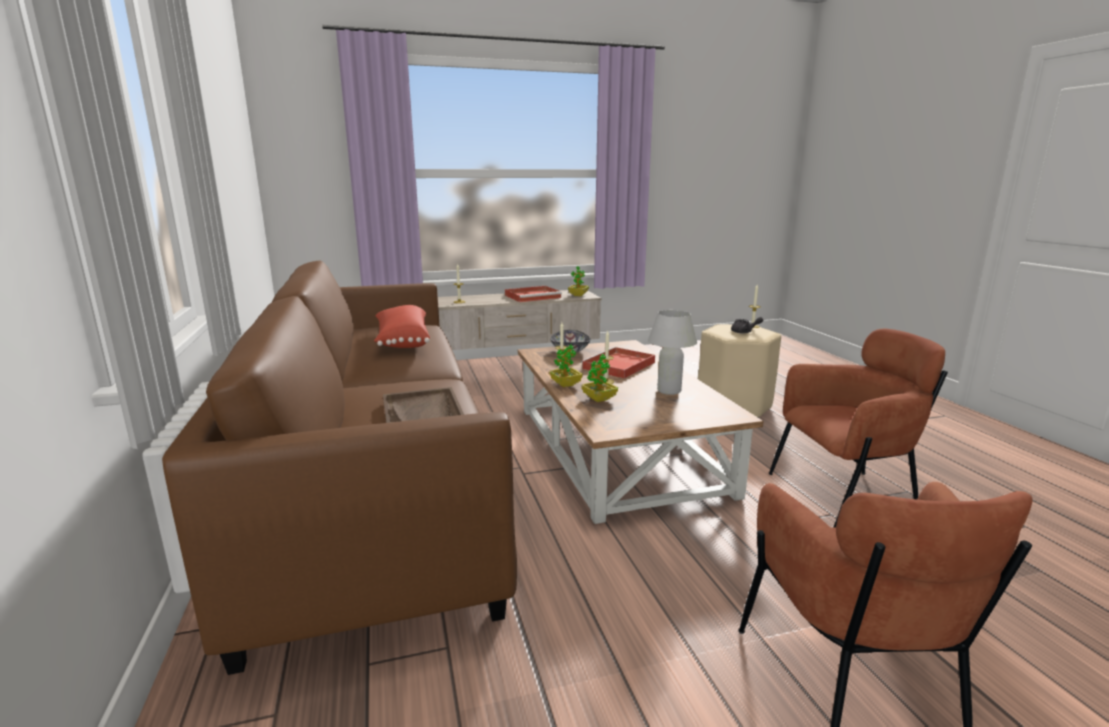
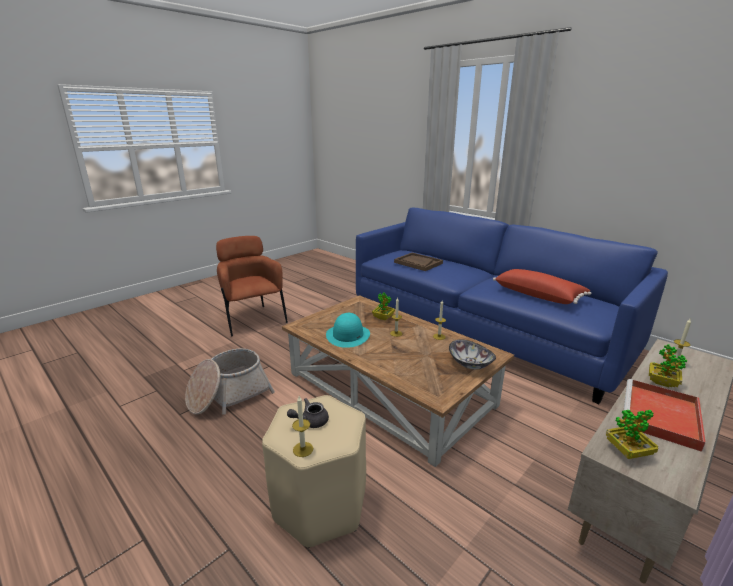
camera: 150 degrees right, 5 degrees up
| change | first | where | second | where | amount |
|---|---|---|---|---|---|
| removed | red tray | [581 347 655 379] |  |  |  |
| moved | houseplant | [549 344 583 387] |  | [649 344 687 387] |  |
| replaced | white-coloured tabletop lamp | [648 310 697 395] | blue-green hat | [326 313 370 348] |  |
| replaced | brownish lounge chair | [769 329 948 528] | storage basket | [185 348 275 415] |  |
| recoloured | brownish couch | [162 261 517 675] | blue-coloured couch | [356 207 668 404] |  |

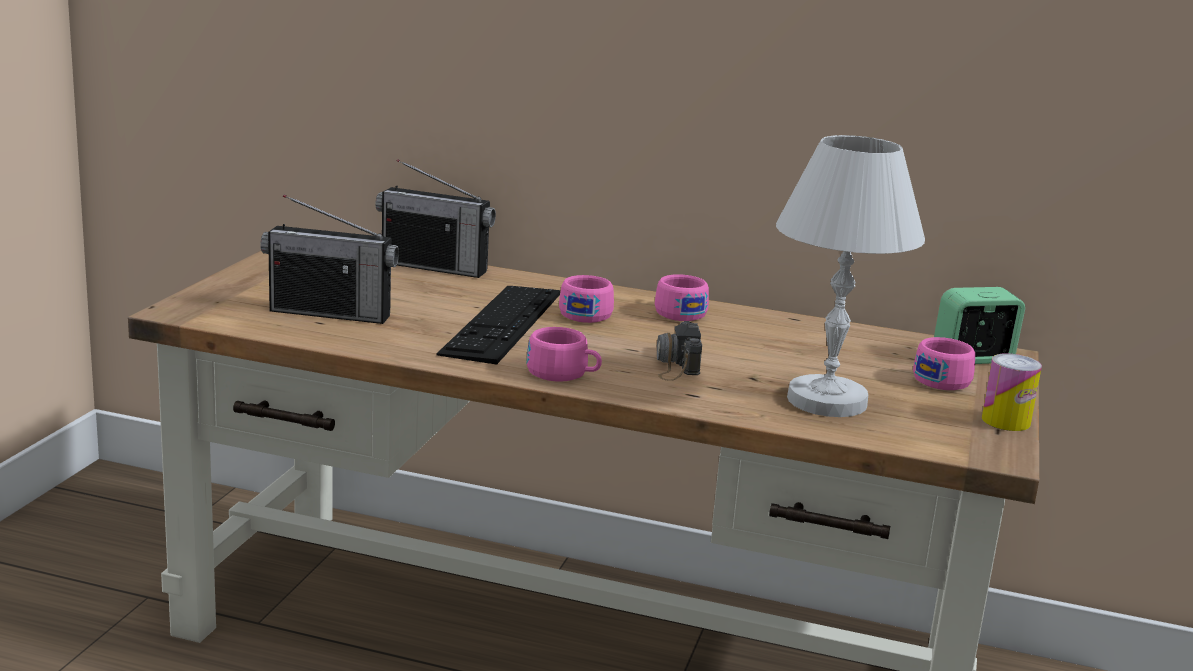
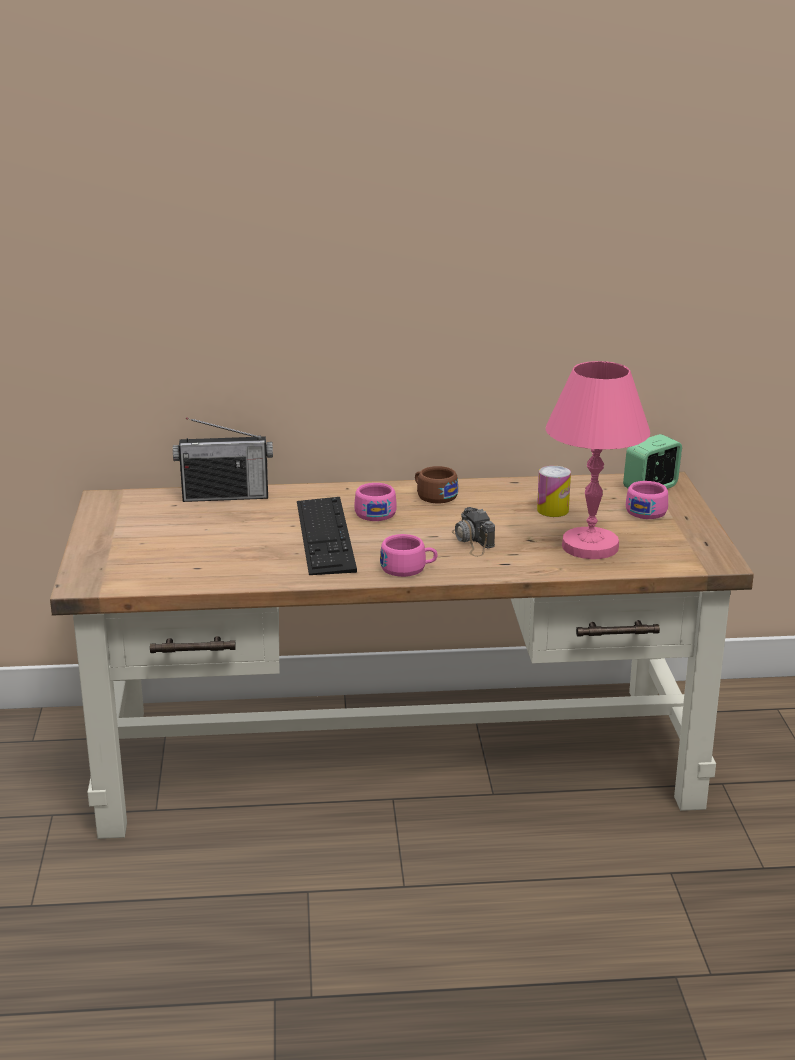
camera: 20 degrees left, 5 degrees up
| change | first | where | second | where | amount |
|---|---|---|---|---|---|
| removed | radio set | [260 195 399 324] |  |  |  |
| moved | sealed can | [982 353 1042 431] |  | [537 466 571 517] |  |
| recoloured | pinkish cup | [655 274 709 321] | brownish cup | [415 466 458 504] |  |
| recoloured | white-coloured tabletop lamp | [776 135 925 417] | pinkish tabletop lamp | [545 361 650 559] |  |

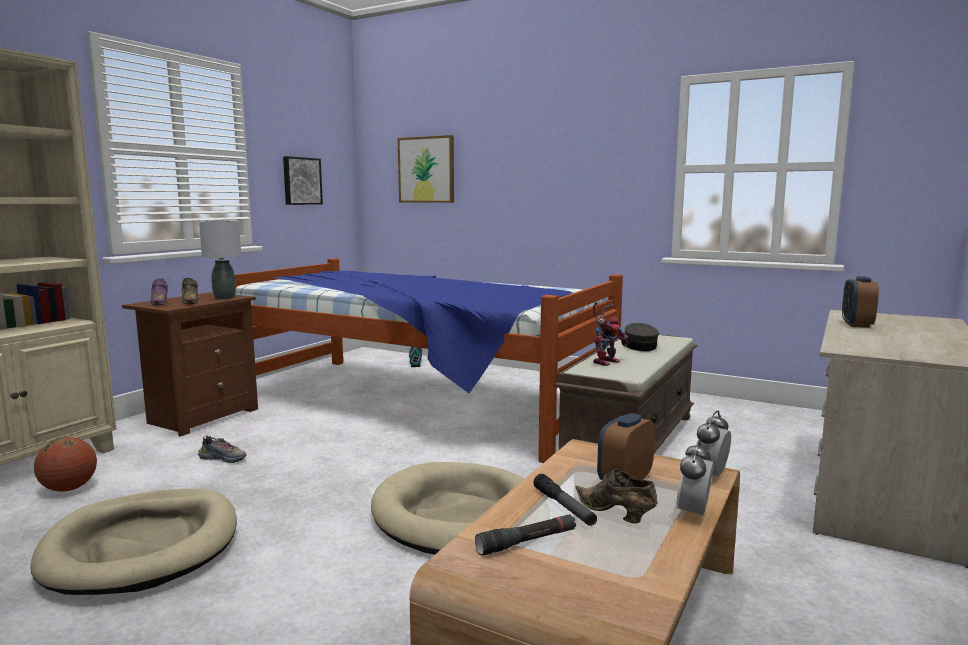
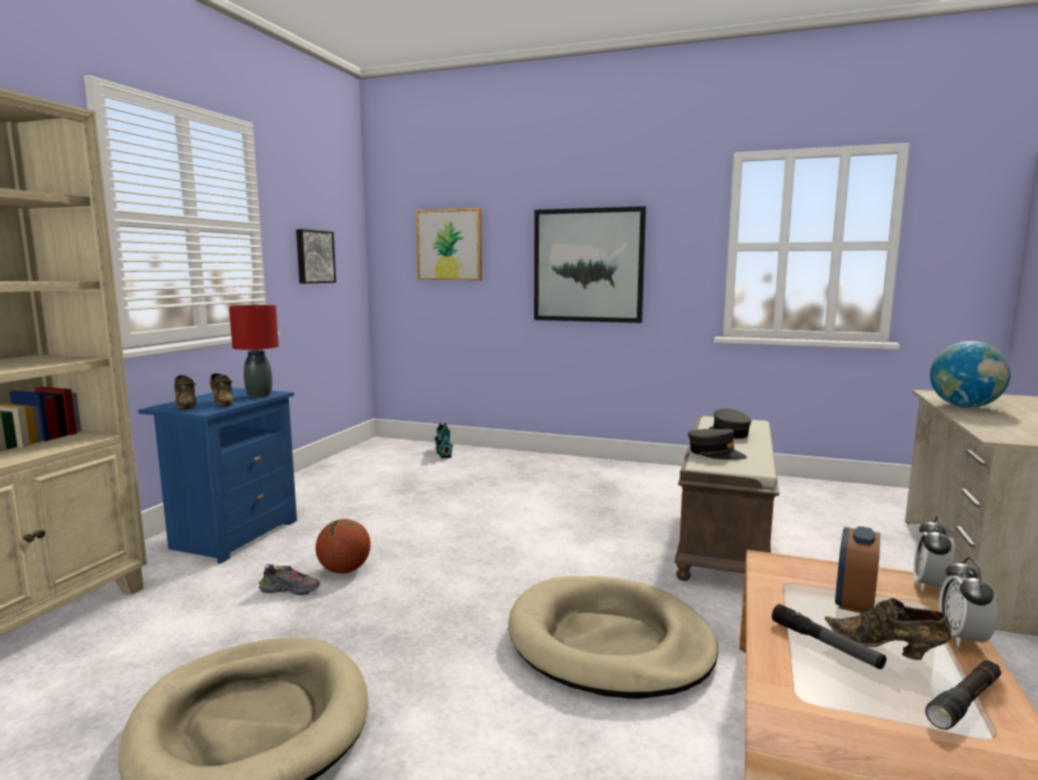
camera: 10 degrees left, 0 degrees up
| change | first | where | second | where | amount |
|---|---|---|---|---|---|
| removed | bed | [235 258 623 463] |  |  |  |
| added |  |  | wall picture | [534 206 646 323] |  |
| moved | basketball ball | [34 437 97 492] |  | [316 519 371 574] |  |
| moved | blackish hand torch | [475 514 576 555] |  | [925 660 1001 730] |  |
| replaced | model robot | [593 302 628 366] | greyish peaked cap | [688 429 747 460] |  |
| replaced | alarm clock | [842 276 879 328] | globe | [930 341 1011 408] |  |
| recoloured | brownish bedside table | [122 292 258 437] | blue-coloured bedside table | [138 388 297 564] |  |
| recoloured | purplish shoe | [150 278 168 306] | brownish shoe | [174 375 197 409] |  |
| recoloured | greyish tabletop lamp | [199 221 241 299] | red tabletop lamp | [229 305 279 397] |  |

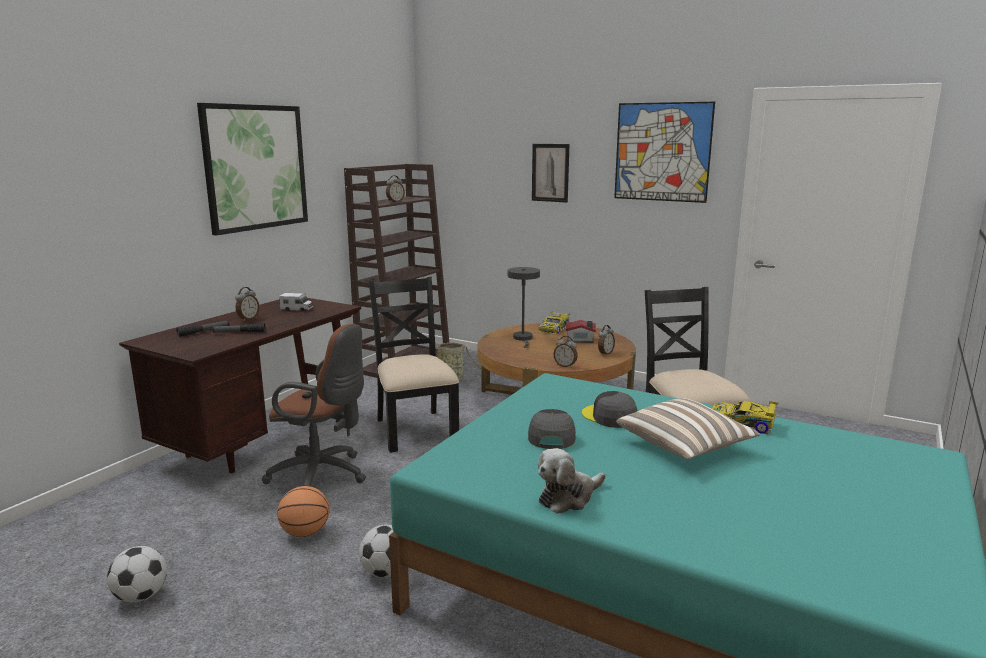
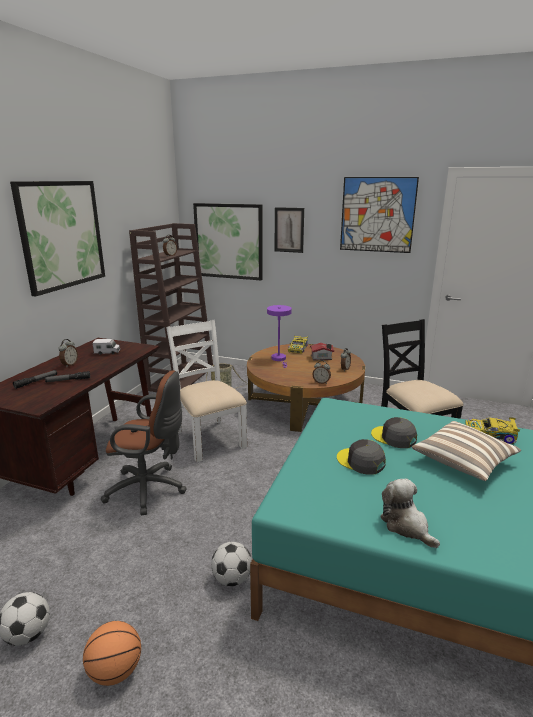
camera: 10 degrees left, 5 degrees up
| change | first | where | second | where | amount |
|---|---|---|---|---|---|
| added |  |  | wall picture | [193 203 263 280] |  |
| moved | basketball ball | [277 486 330 537] |  | [83 621 141 686] |  |
| recoloured | blackish plain chair | [369 277 459 453] | white-coloured plain chair | [166 319 247 462] |  |
| recoloured | greyish tabletop lamp | [508 267 540 348] | purplish tabletop lamp | [267 305 292 368] |  |
| turned | greyish peaked cap | [528 409 576 449] |  | [337 439 386 475] | 45 degrees counterclockwise |
| turned | cuddly toy | [538 448 605 514] |  | [380 479 440 548] | 105 degrees clockwise |

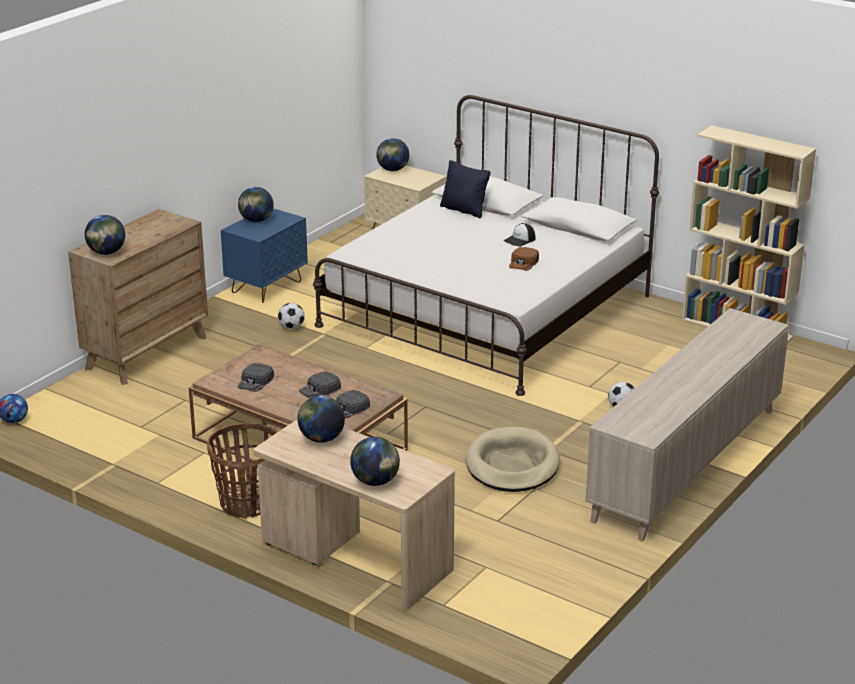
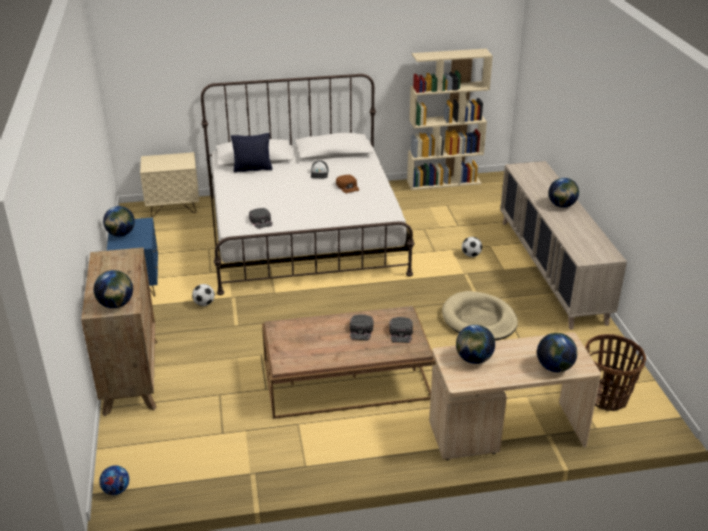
camera: 45 degrees left, 5 degrees up
| change | first | where | second | where | amount |
|---|---|---|---|---|---|
| moved | storage basket | [207 423 277 519] |  | [585 334 646 411] |  |
| moved | blackish peaked cap | [237 363 274 392] |  | [249 208 272 229] |  |
| moved | globe | [376 138 409 171] |  | [548 178 579 208] |  |

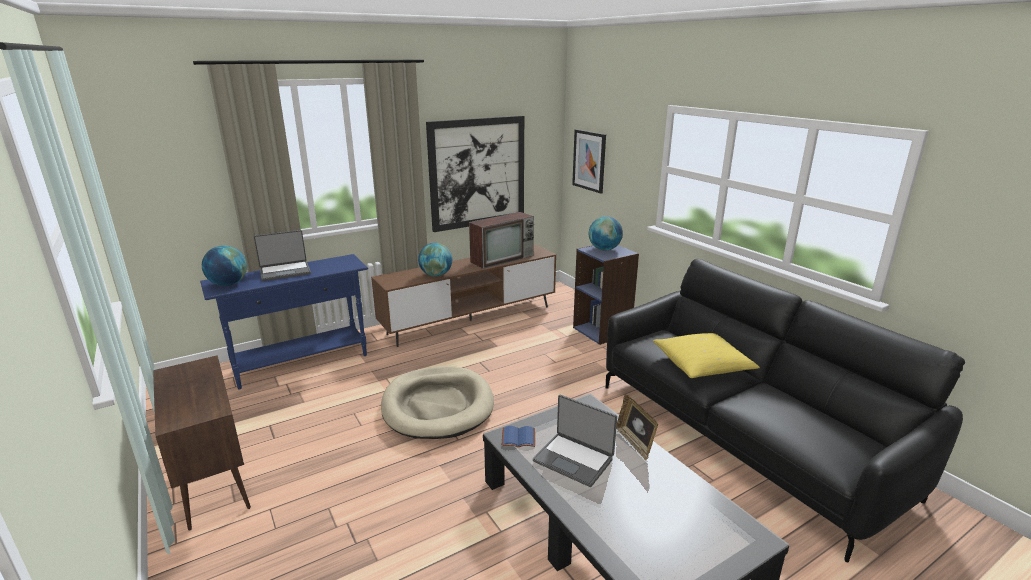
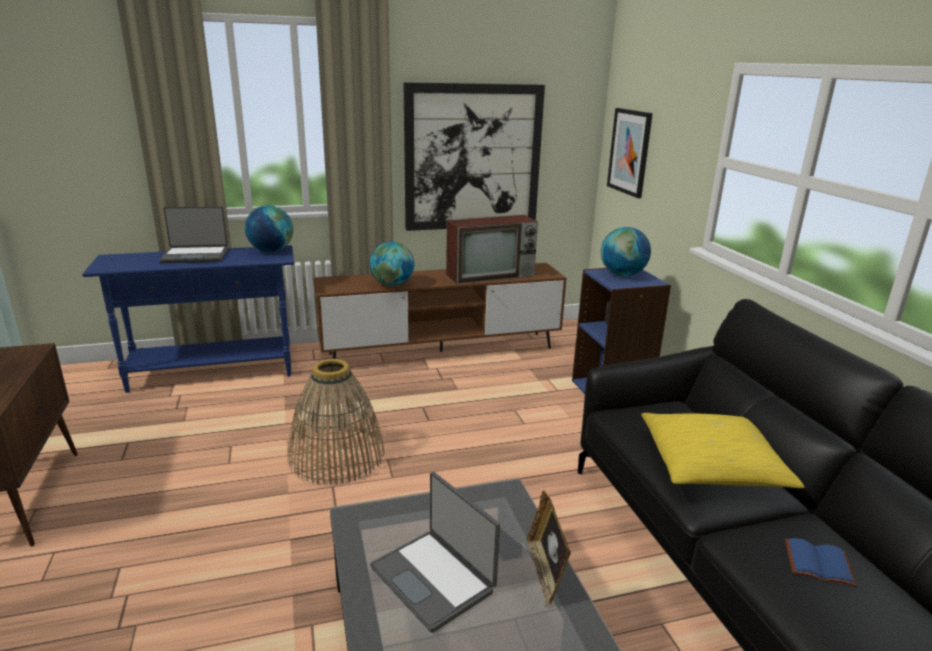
camera: 15 degrees right, 0 degrees up
| change | first | where | second | where | amount |
|---|---|---|---|---|---|
| moved | globe | [202 245 247 286] |  | [245 205 293 252] |  |
| moved | blue-coloured book | [501 426 535 447] |  | [785 538 857 587] |  |
| replaced | beige-coloured dog bed | [381 366 494 439] | storage basket | [288 359 384 485] |  |

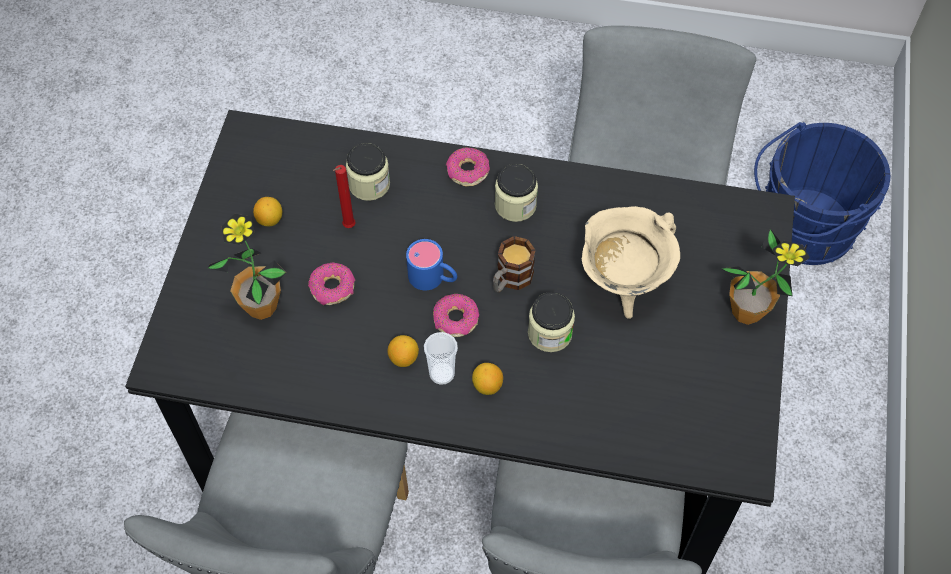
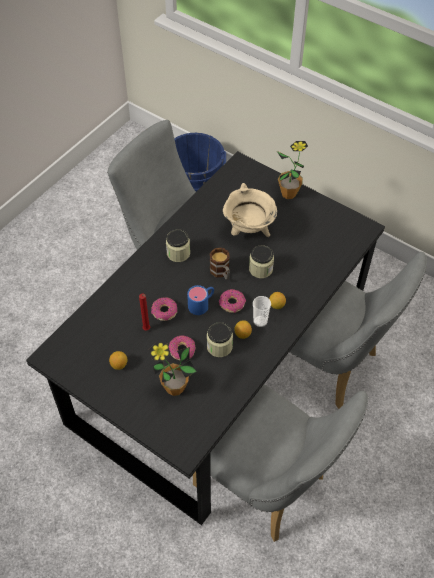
camera: 65 degrees left, 5 degrees down
| change | first | where | second | where | amount |
|---|---|---|---|---|---|
| moved | jar | [346 143 390 201] |  | [207 322 233 357] |  |
| moved | ring doughnut | [446 148 490 186] |  | [151 297 177 321] |  |

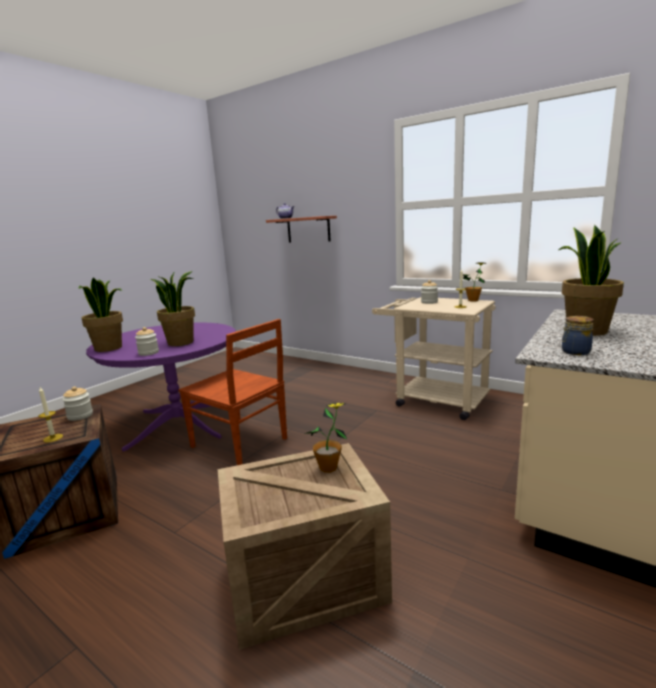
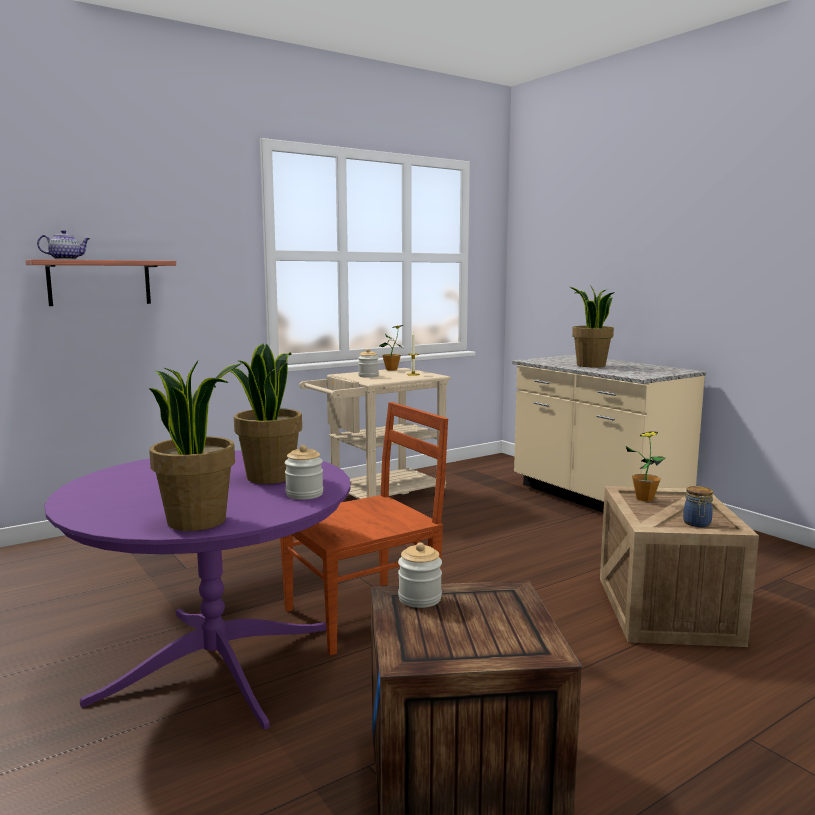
camera: 70 degrees left, 5 degrees down
| change | first | where | second | where | amount |
|---|---|---|---|---|---|
| removed | wax candle | [39 387 63 443] |  |  |  |
| moved | jar | [562 316 594 355] |  | [683 486 713 527] |  |

